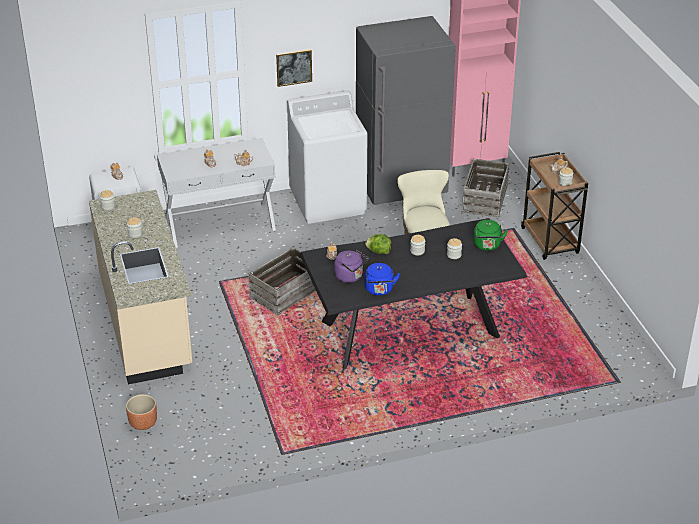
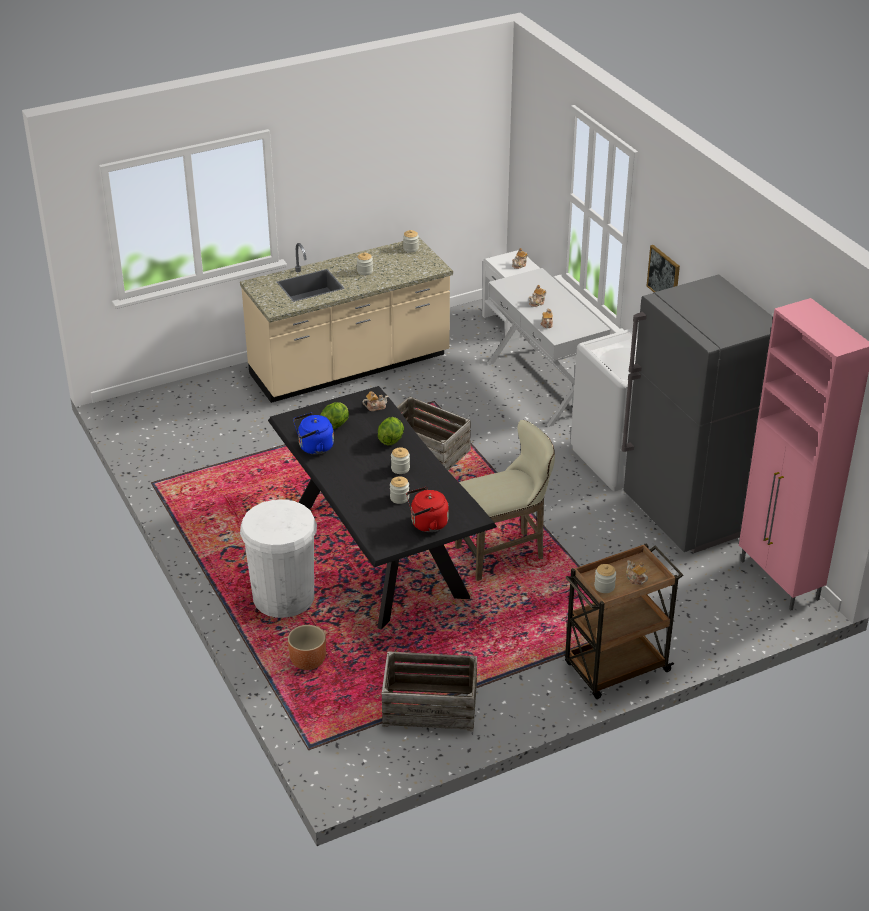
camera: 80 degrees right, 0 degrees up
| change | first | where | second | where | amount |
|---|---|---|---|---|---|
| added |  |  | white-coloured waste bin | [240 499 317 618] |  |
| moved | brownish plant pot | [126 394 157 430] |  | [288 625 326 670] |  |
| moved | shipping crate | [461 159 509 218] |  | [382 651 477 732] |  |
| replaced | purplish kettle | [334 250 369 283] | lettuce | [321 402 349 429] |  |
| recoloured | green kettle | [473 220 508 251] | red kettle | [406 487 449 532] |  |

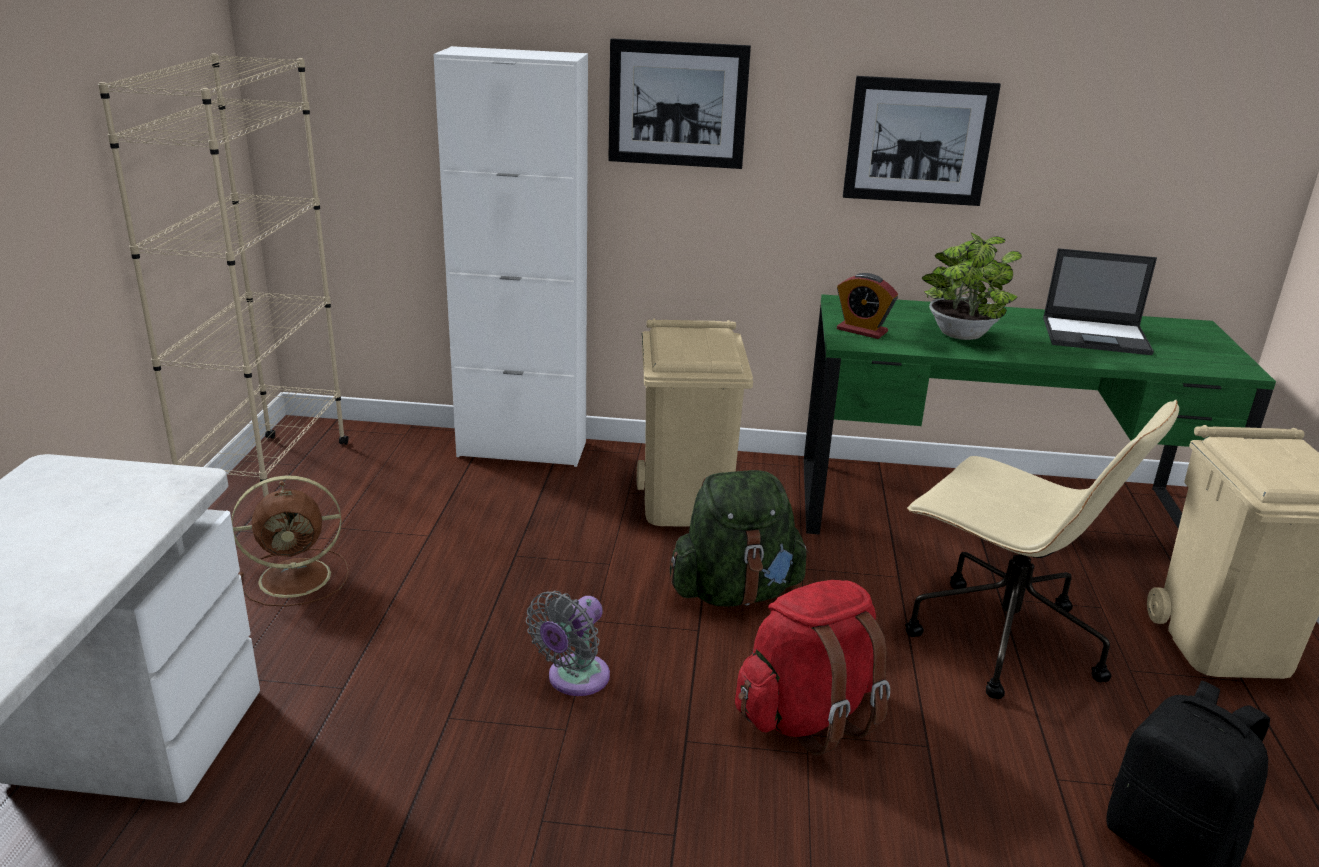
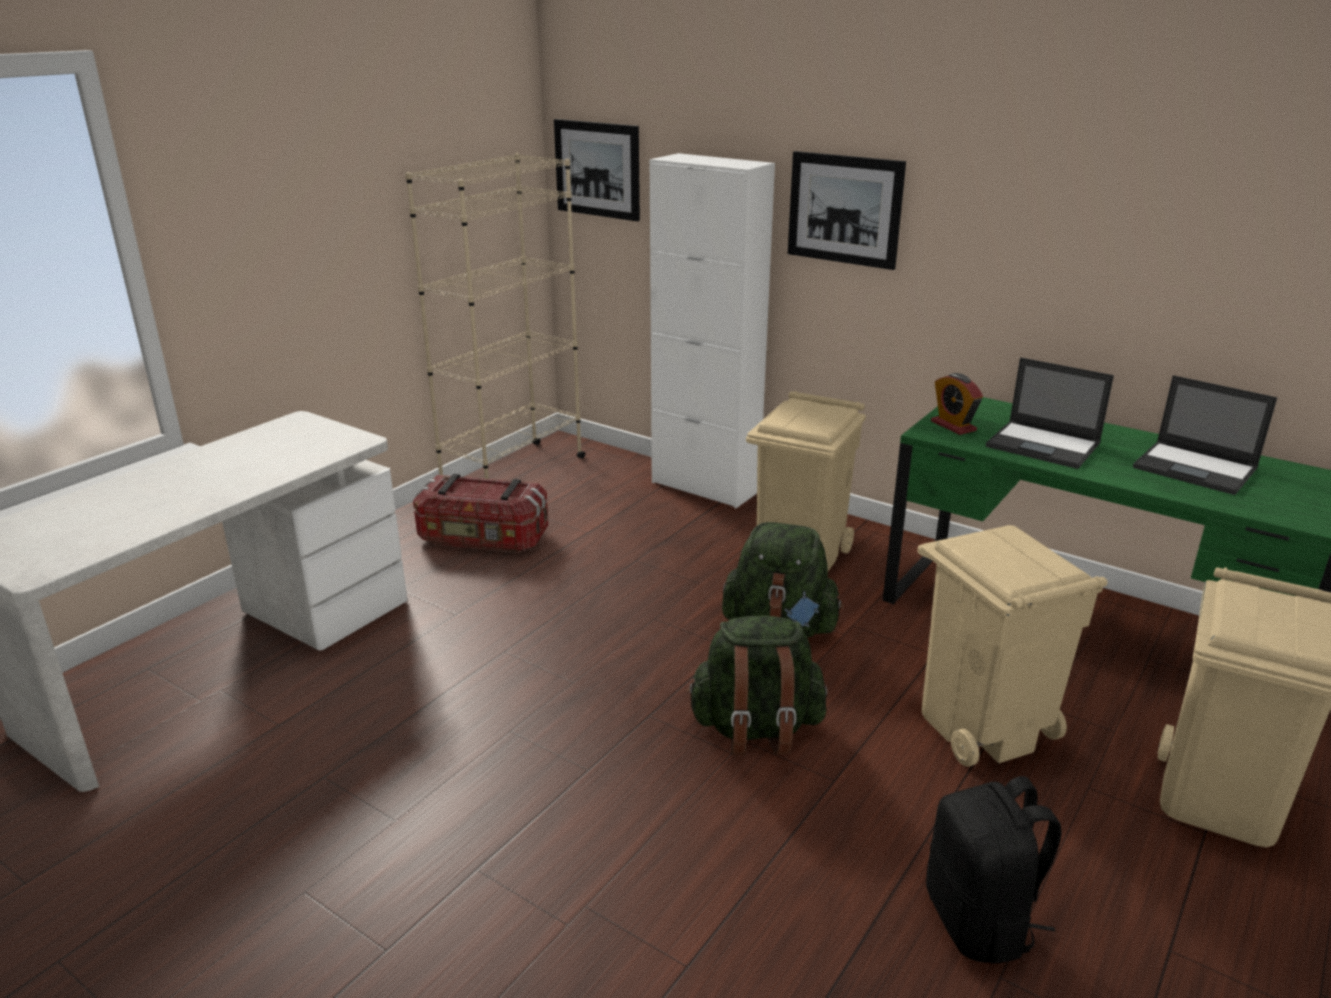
camera: 30 degrees right, 0 degrees up
| change | first | where | second | where | amount |
|---|---|---|---|---|---|
| removed | greyish cooling fan | [526 591 610 696] |  |  |  |
| moved | wall picture | [843 76 1001 206] |  | [554 119 640 221] |  |
| replaced | brownish cooling fan | [232 475 349 607] | storage bin | [413 474 549 553] |  |
| replaced | beige-coloured computer chair | [905 400 1179 699] | beige-coloured waste bin | [917 525 1107 767] |  |
| replaced | houseplant | [922 232 1022 340] | notebook computer | [986 357 1114 469] |  |
| recoloured | red rucksack | [735 580 890 756] | green rucksack | [686 616 828 755] |  |

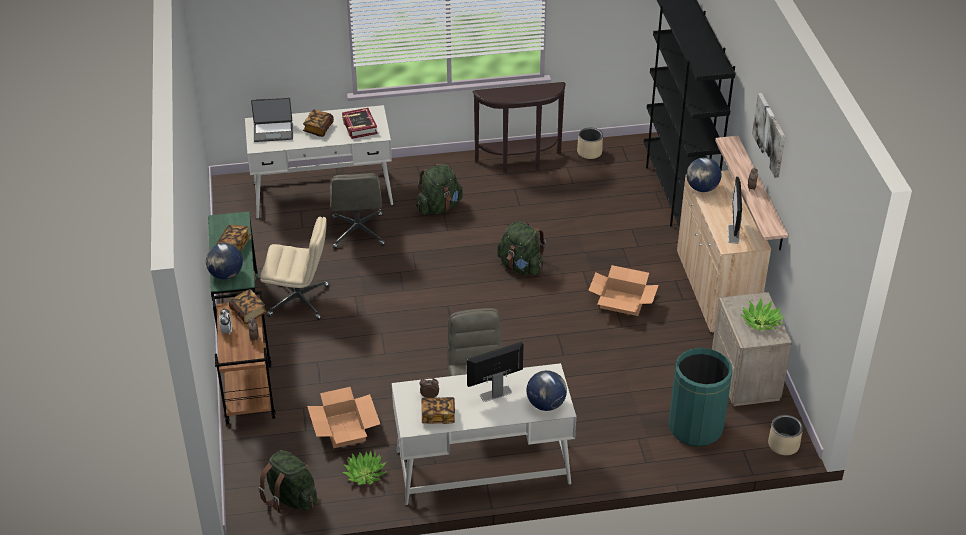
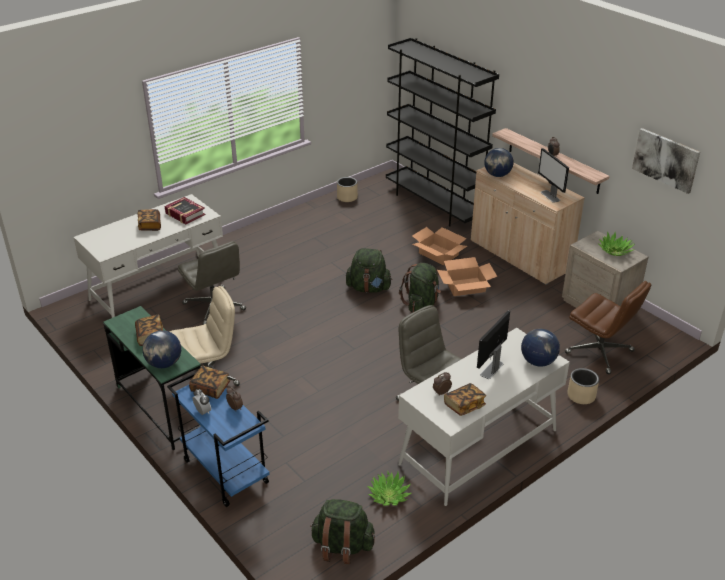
camera: 30 degrees left, 5 degrees down
| change | first | where | second | where | amount |
|---|---|---|---|---|---|
| removed | notebook computer | [251 97 293 142] |  |  |  |
| removed | brownish console table | [472 82 565 173] |  |  |  |
| moved | carton | [307 387 380 448] |  | [412 227 467 265] |  |
| moved | green rucksack | [416 164 463 215] |  | [399 263 441 312] |  |
| moved | wall picture | [752 93 786 178] |  | [632 128 700 194] |  |
| moved | beige-coloured plant pot | [768 415 803 455] |  | [567 368 599 404] |  |
| replaced | green waste bin | [669 348 733 447] | brownish computer chair | [565 281 651 374] |  |
| recoloured | brownish trolley | [213 291 276 424] | blue-coloured trolley | [167 365 270 507] |  |

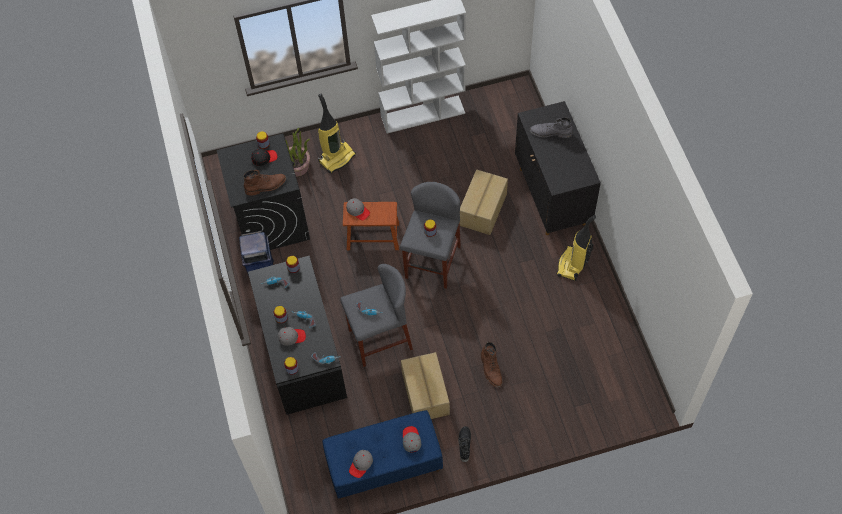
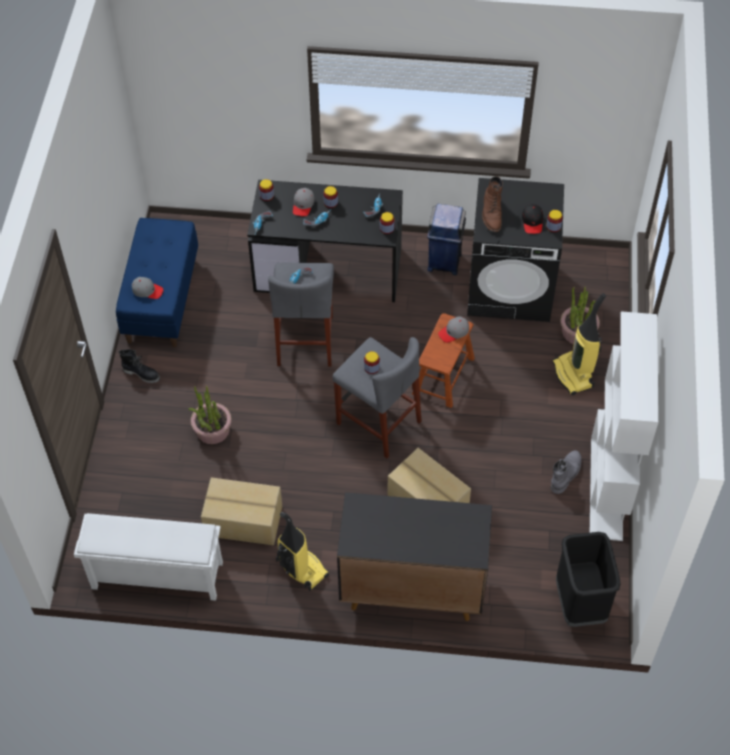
camera: 110 degrees right, 5 degrees down
| change | first | where | second | where | amount |
|---|---|---|---|---|---|
| removed | greyish peaked cap | [349 450 373 478] |  |  |  |
| added |  |  | white-coloured shoe stand | [74 513 223 601] |  |
| added |  |  | blackish waste bin | [556 532 621 627] |  |
| moved | carton | [401 352 450 419] |  | [201 477 282 545] |  |
| moved | greyish high-top boot | [530 117 573 138] |  | [551 450 582 494] |  |
| replaced | brownish high-top boot | [481 342 503 387] | houseplant | [188 386 232 444] |  |

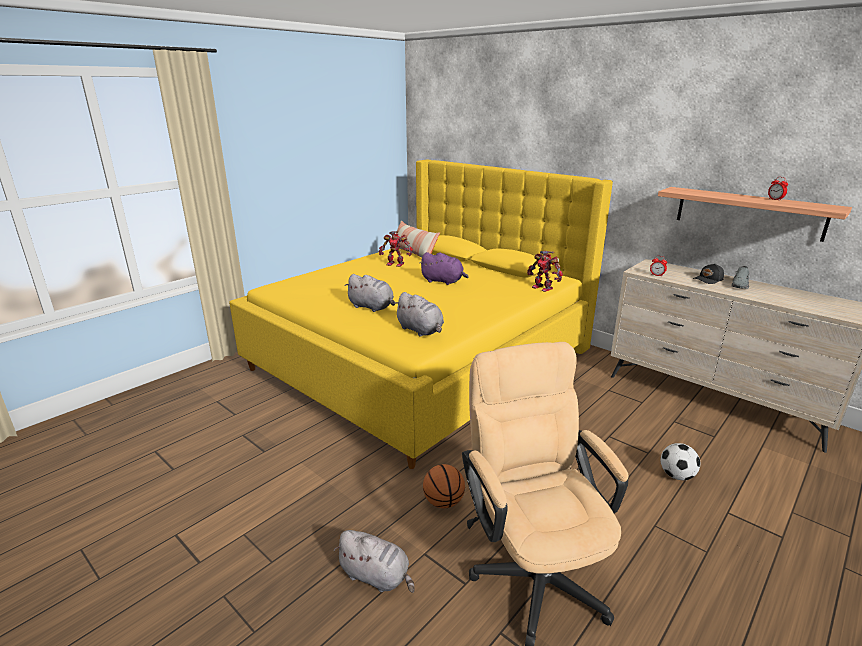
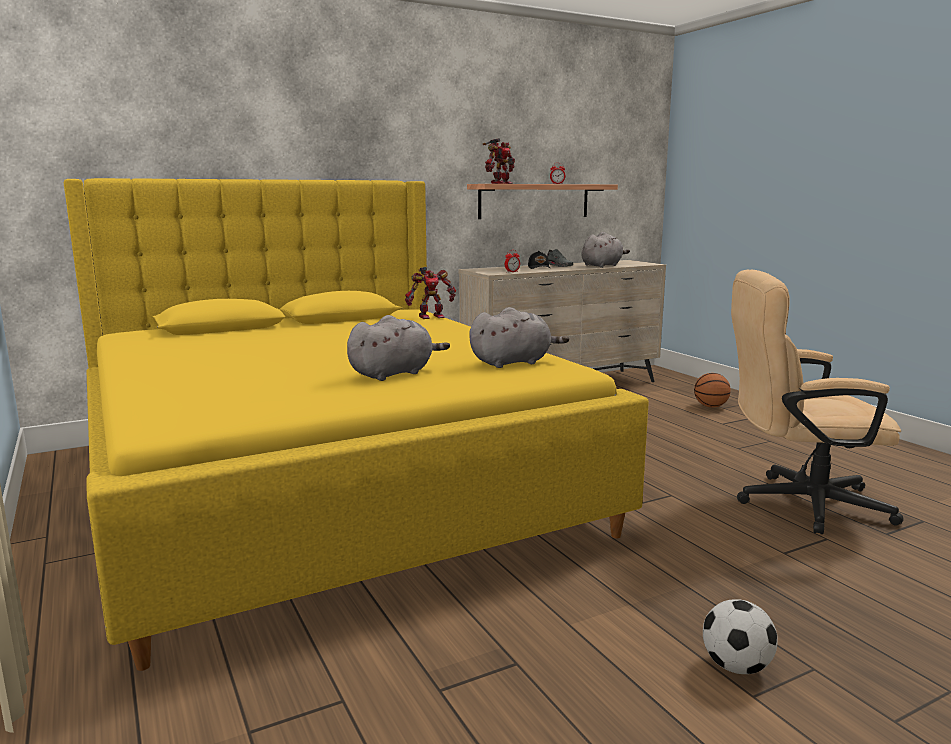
camera: 70 degrees left, 10 degrees down
| change | first | where | second | where | amount |
|---|---|---|---|---|---|
| removed | cushion | [390 220 440 258] |  |  |  |
| removed | purplish cuddly toy | [419 252 469 285] |  |  |  |
| moved | greyish cuddly toy | [334 530 415 593] |  | [582 232 630 268] |  |
| moved | model robot | [379 231 413 267] |  | [483 138 515 184] |  |
| moved | basketball ball | [423 464 465 508] |  | [694 373 731 407] |  |
| moved | ball for football | [661 443 700 480] |  | [703 599 778 674] |  |

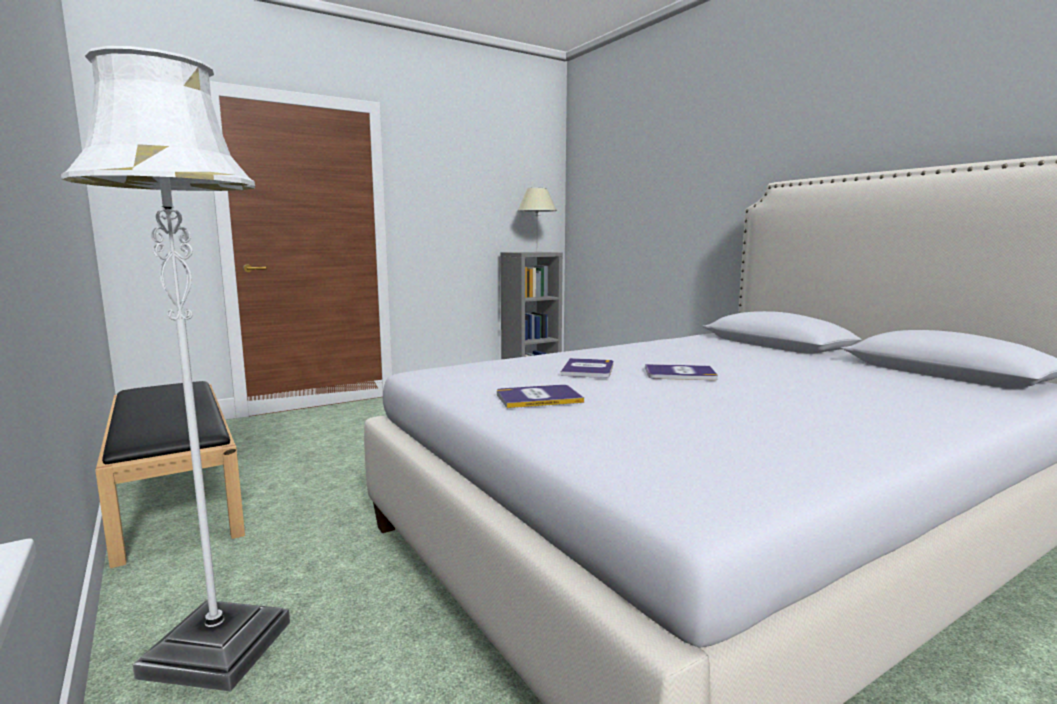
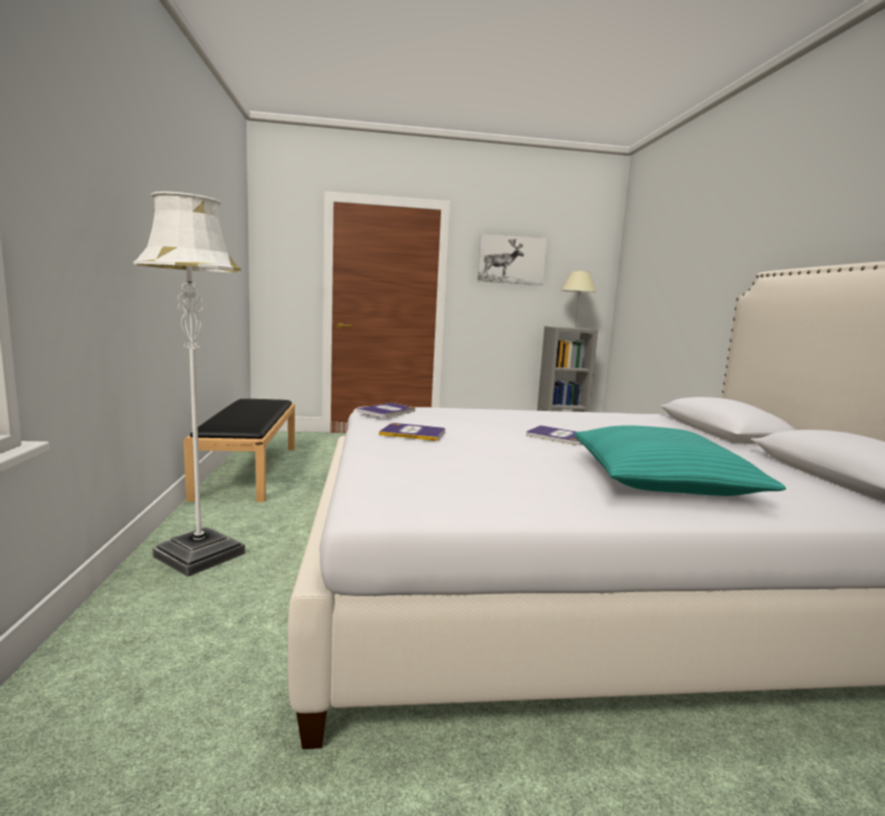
camera: 25 degrees right, 0 degrees up
| change | first | where | second | where | amount |
|---|---|---|---|---|---|
| added |  |  | wall picture | [477 234 547 285] |  |
| added |  |  | blue-green cushion | [574 425 786 496] |  |
| moved | book | [561 358 613 378] |  | [356 403 415 417] |  |

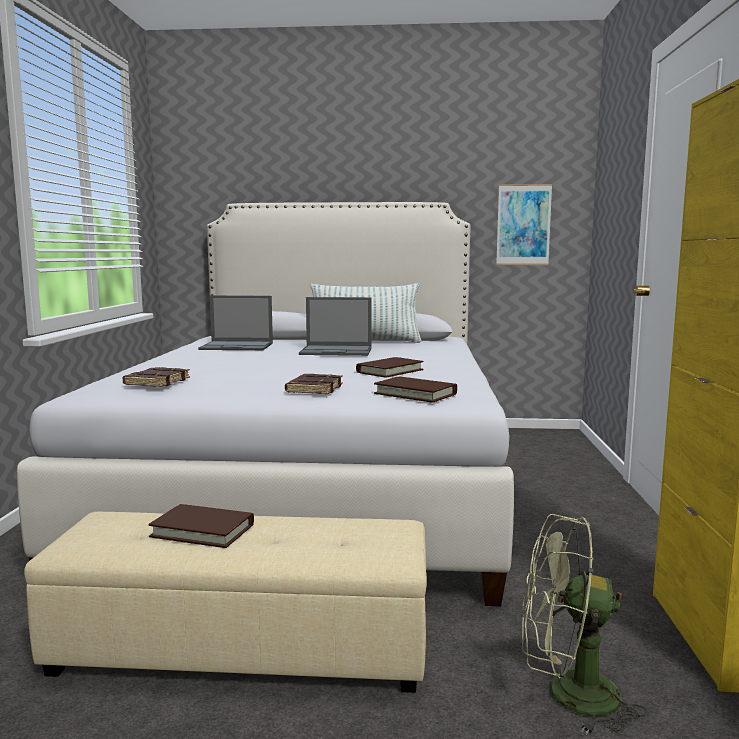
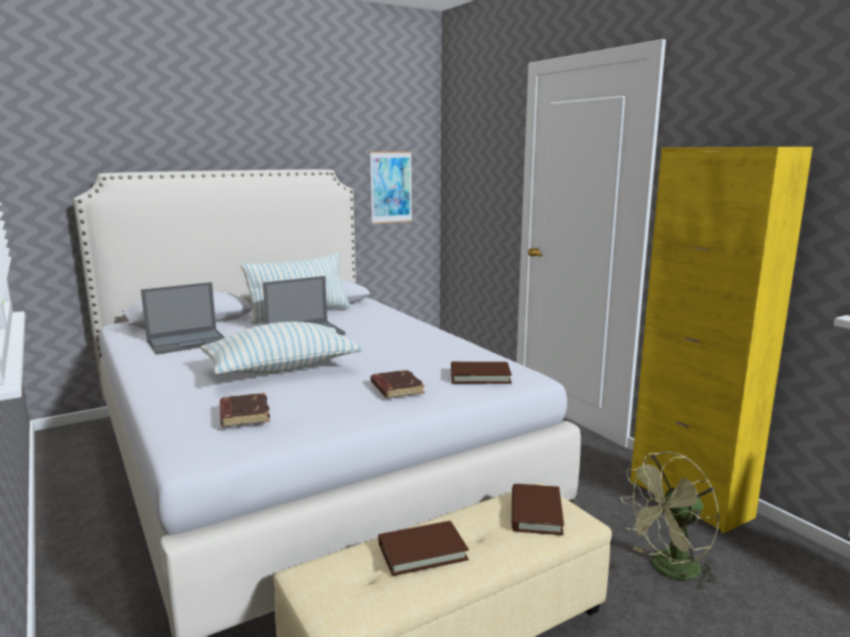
camera: 35 degrees left, 5 degrees up
| change | first | where | second | where | amount |
|---|---|---|---|---|---|
| added |  |  | cushion | [201 322 363 374] |  |
| moved | brownish book | [356 357 424 378] |  | [512 484 564 535] |  |

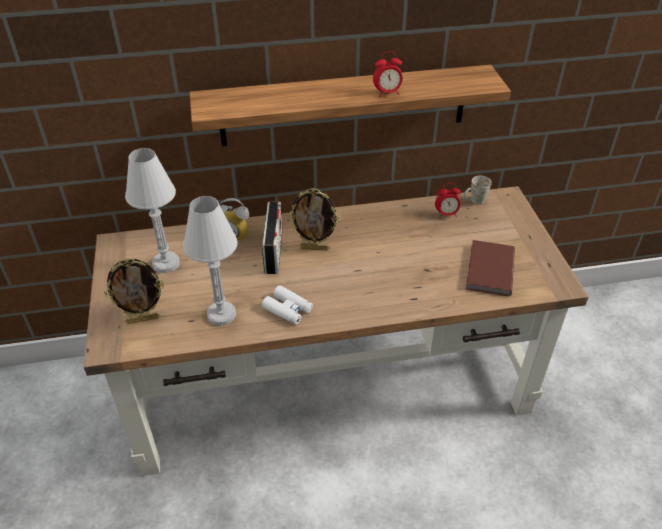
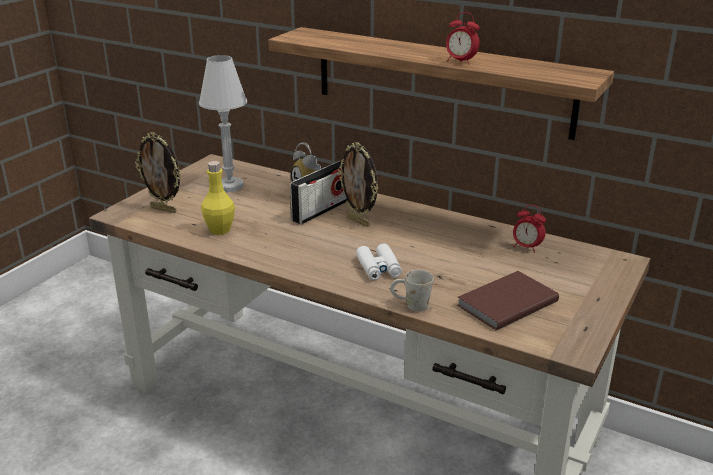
camera: 40 degrees right, 15 degrees down
| change | first | where | second | where | amount |
|---|---|---|---|---|---|
| moved | white-coloured field glasses | [262 285 313 324] |  | [356 243 402 280] |  |
| moved | white-coloured tea mug | [463 176 492 204] |  | [390 270 434 312] |  |
| replaced | white-coloured tabletop lamp | [183 196 238 326] | yellow drink bottle | [201 161 235 235] |  |

